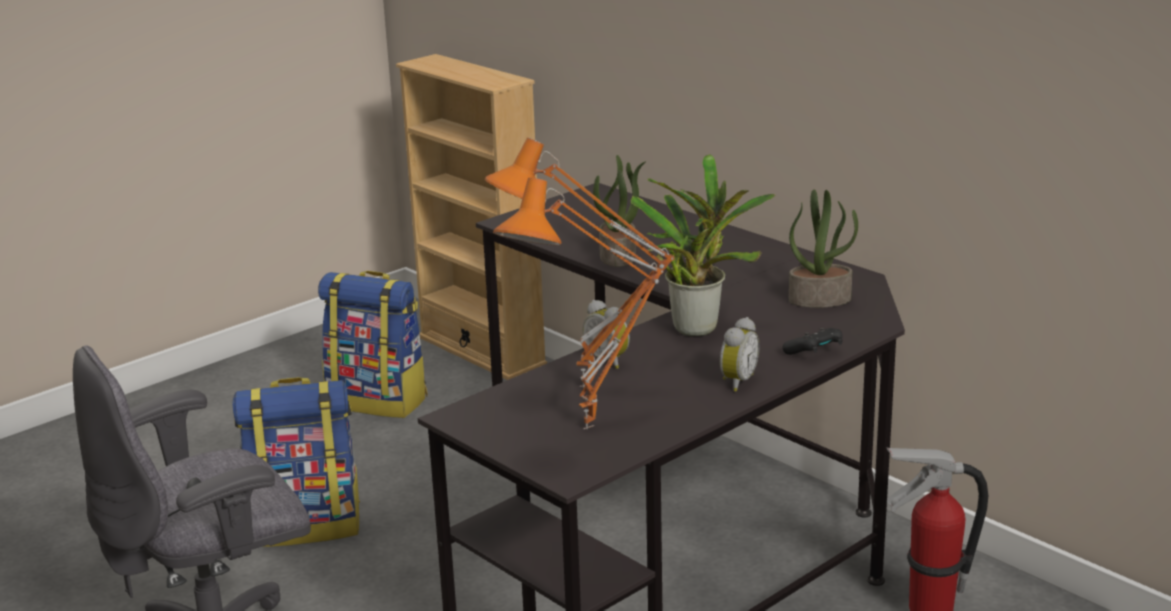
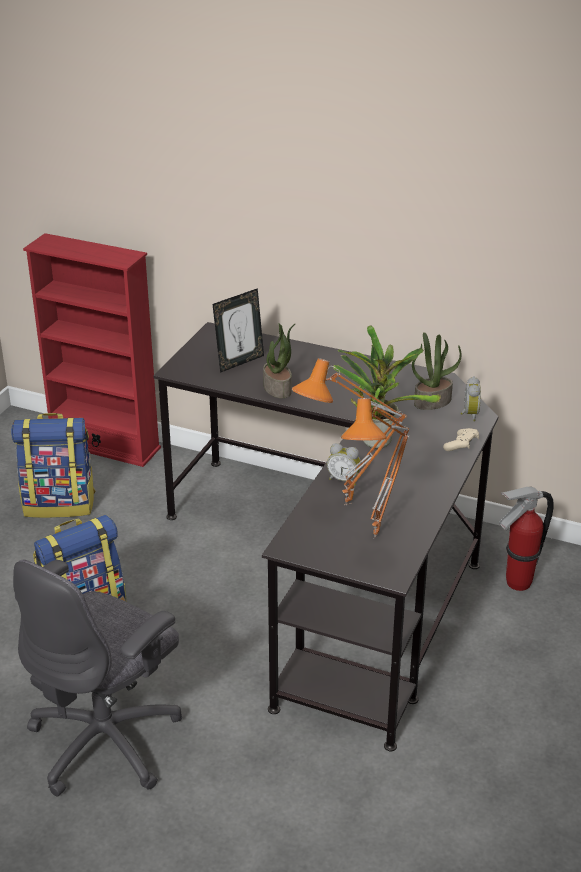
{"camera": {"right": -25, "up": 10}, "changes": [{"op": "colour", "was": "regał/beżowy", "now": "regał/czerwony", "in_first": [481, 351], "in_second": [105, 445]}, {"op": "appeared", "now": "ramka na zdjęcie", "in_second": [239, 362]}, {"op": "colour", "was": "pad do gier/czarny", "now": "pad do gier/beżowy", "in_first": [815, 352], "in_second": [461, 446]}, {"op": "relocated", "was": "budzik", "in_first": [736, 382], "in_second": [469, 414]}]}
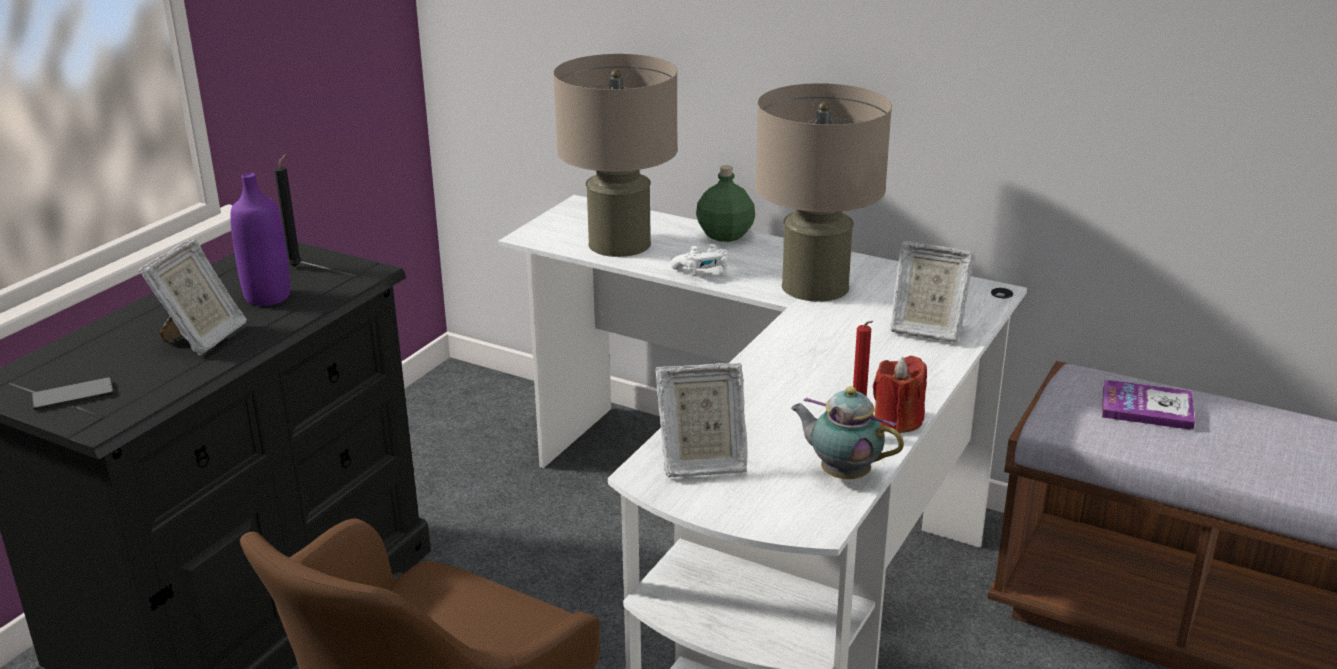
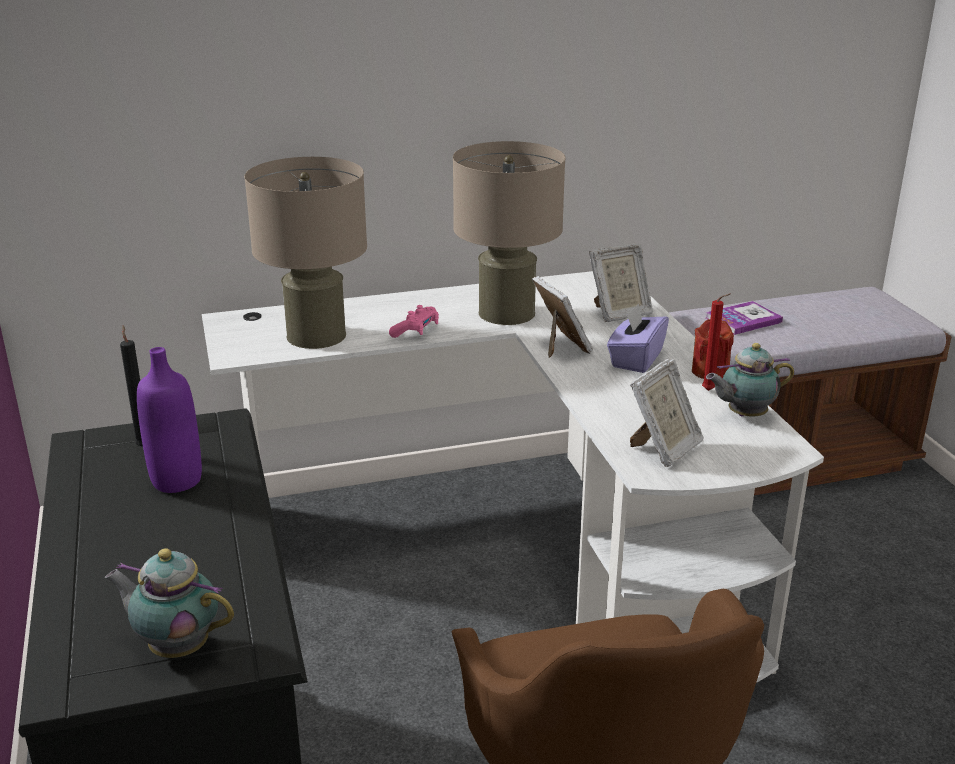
{"camera": {"right": -45, "up": 0}, "changes": [{"op": "exchanged", "was": "telefon", "now": "imbryk", "in_first": [73, 395], "in_second": [176, 647]}, {"op": "colour", "was": "pad do gier/biały", "now": "pad do gier/różowy", "in_first": [703, 271], "in_second": [416, 331]}, {"op": "relocated", "was": "ramka na zdjęcie", "in_first": [202, 338], "in_second": [562, 348]}, {"op": "appeared", "now": "pudełko chusteczek/fioletowy", "in_second": [635, 359]}, {"op": "missing", "was": "butelka/zielony", "in_first": [725, 235]}]}
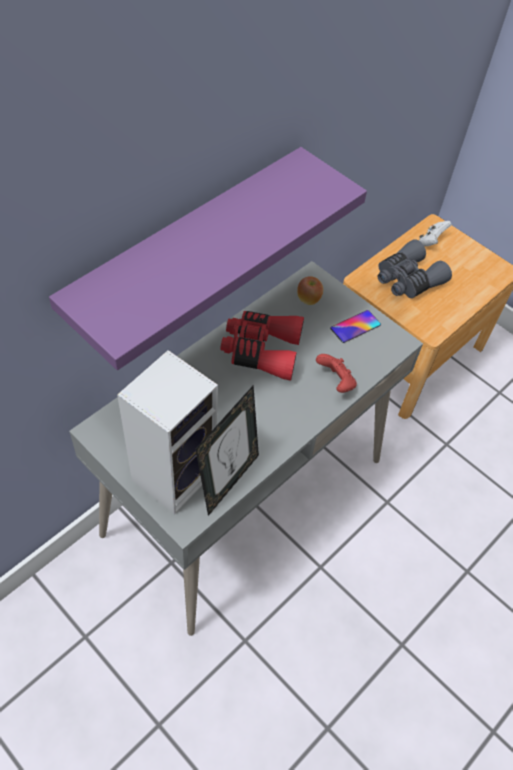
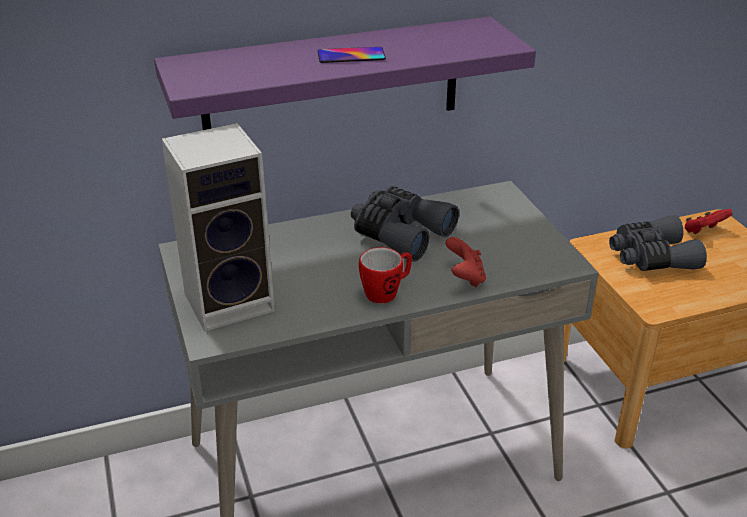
{"camera": {"right": 30, "up": -20}, "changes": [{"op": "relocated", "was": "telefon", "in_first": [355, 326], "in_second": [351, 56]}, {"op": "colour", "was": "lornetka/czerwony", "now": "lornetka/szary", "in_first": [261, 350], "in_second": [399, 233]}, {"op": "appeared", "now": "kubek", "in_second": [387, 292]}, {"op": "colour", "was": "pad do gier/biały", "now": "pad do gier/czerwony", "in_first": [431, 241], "in_second": [703, 231]}, {"op": "missing", "was": "ramka na zdjęcie", "in_first": [228, 481]}, {"op": "missing", "was": "jabłko", "in_first": [308, 299]}]}
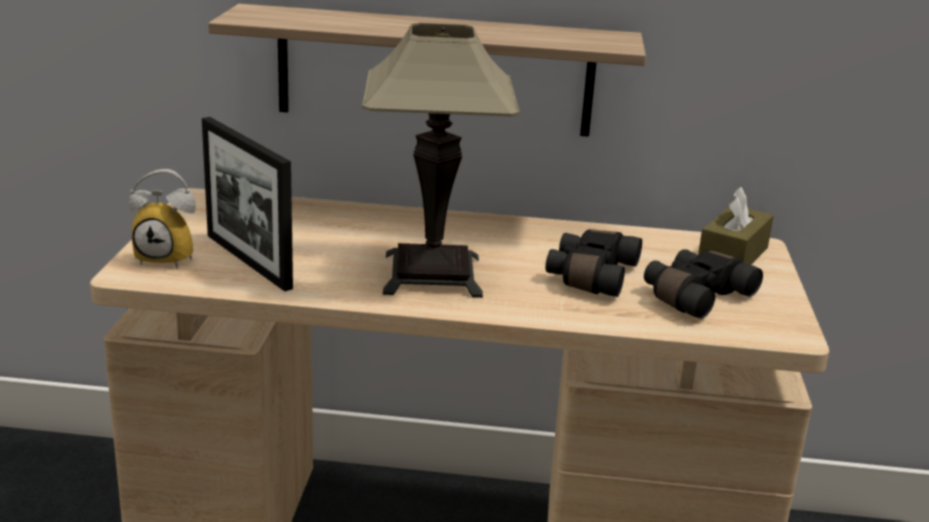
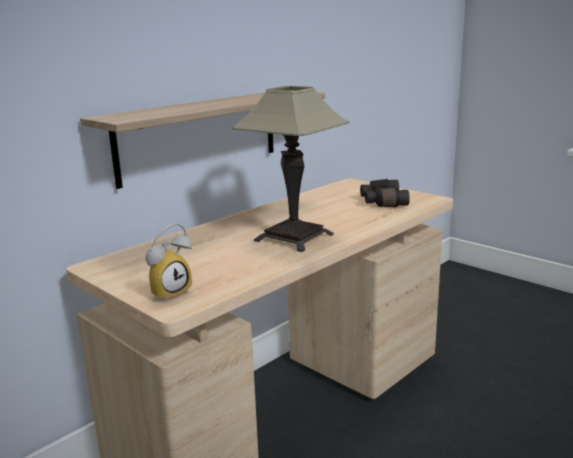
{"camera": {"right": -50, "up": -5}, "changes": [{"op": "missing", "was": "ramka na zdjęcie", "in_first": [248, 261]}, {"op": "missing", "was": "lornetka/czarny", "in_first": [589, 276]}, {"op": "missing", "was": "pudełko chusteczek/brązowy", "in_first": [732, 255]}]}
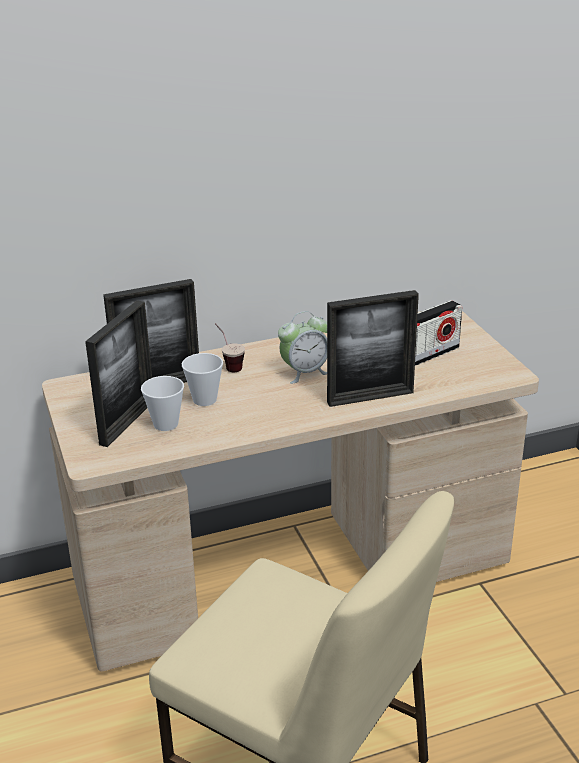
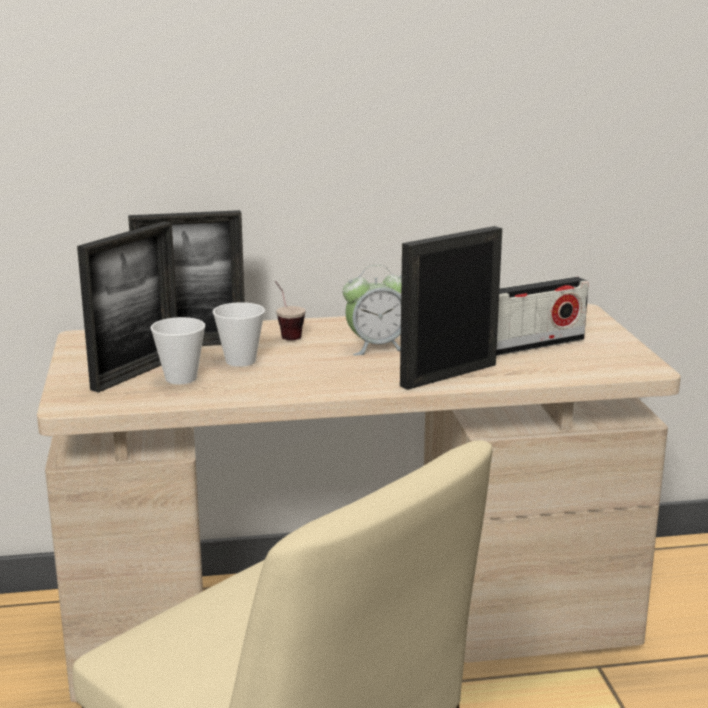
{"camera": {"right": 10, "up": -10}, "changes": [{"op": "spun", "was": "ramka na zdjęcie", "in_first": [370, 397], "in_second": [448, 375], "clockwise": 150}]}
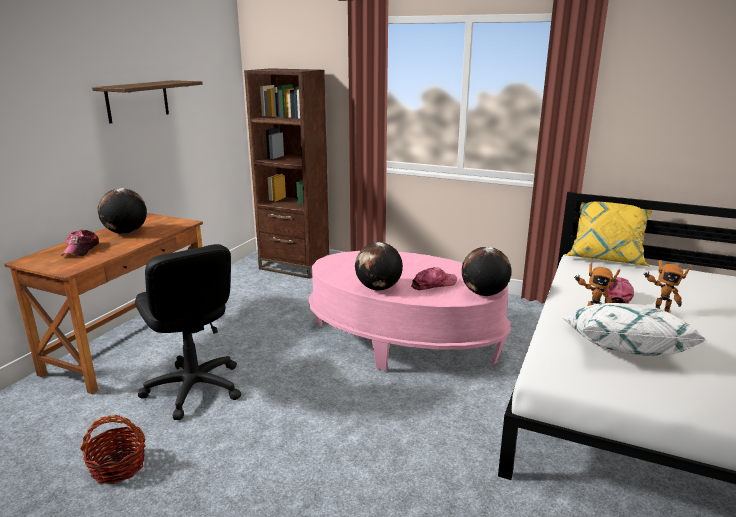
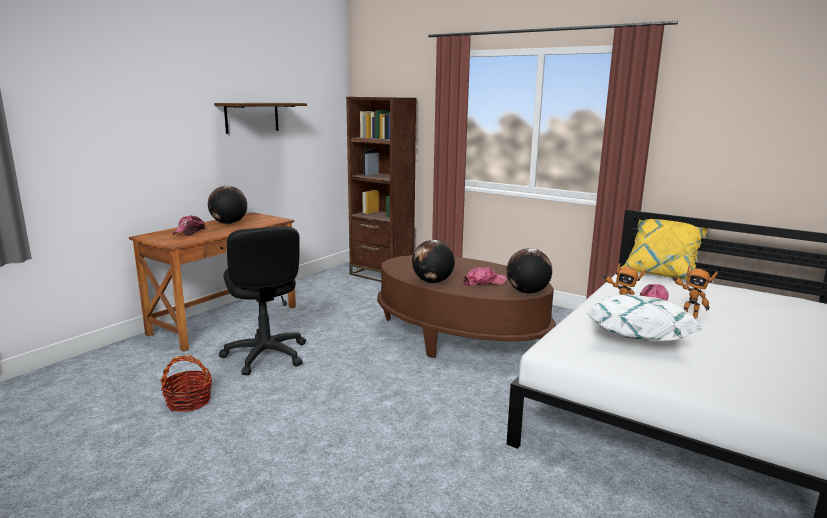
{"camera": {"right": 10, "up": -5}, "changes": [{"op": "colour", "was": "ława/różowy", "now": "ława/brązowy", "in_first": [404, 341], "in_second": [459, 338]}]}
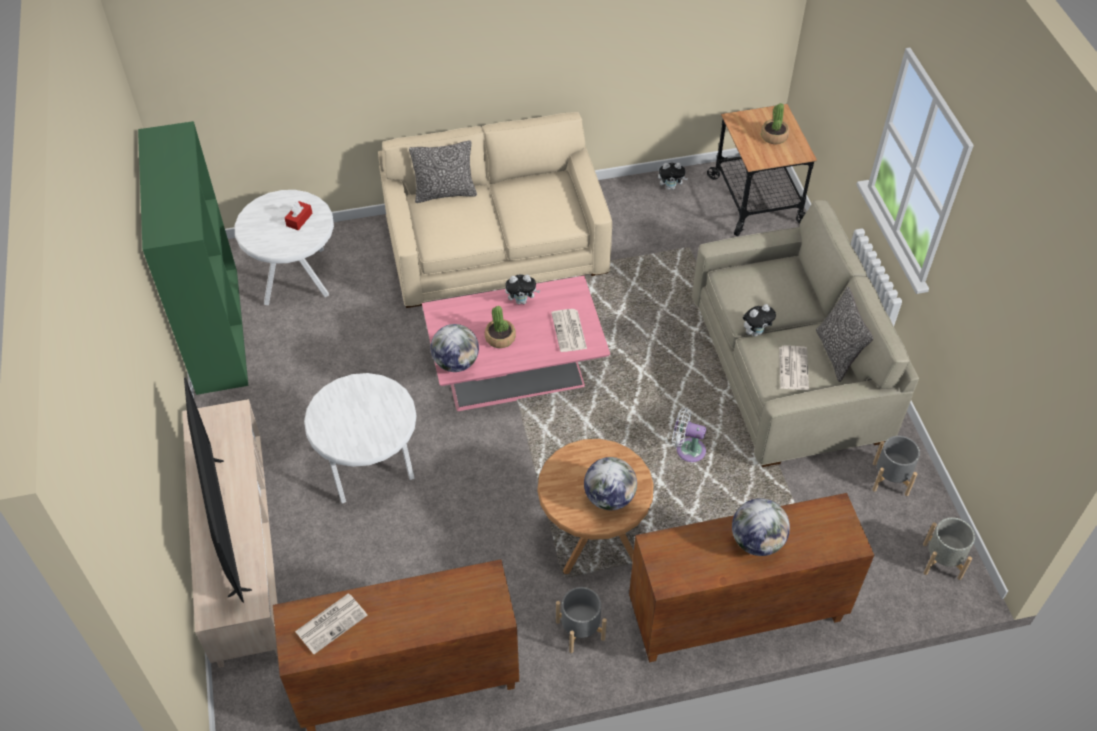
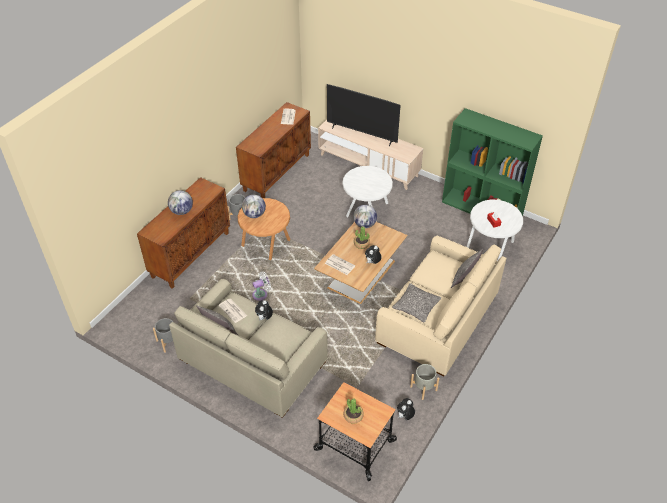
{"camera": {"right": 135, "up": -5}, "changes": [{"op": "colour", "was": "ława/różowy", "now": "ława/brązowy", "in_first": [516, 369], "in_second": [360, 275]}, {"op": "appeared", "now": "poduszka", "in_second": [416, 306]}, {"op": "relocated", "was": "donica/szary", "in_first": [941, 561], "in_second": [423, 388]}]}
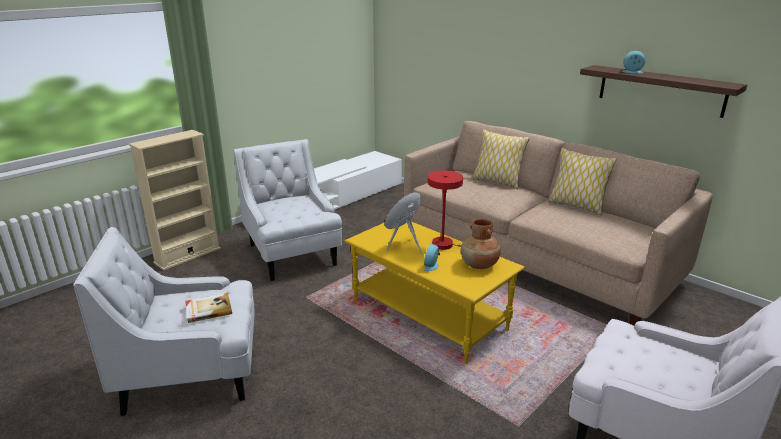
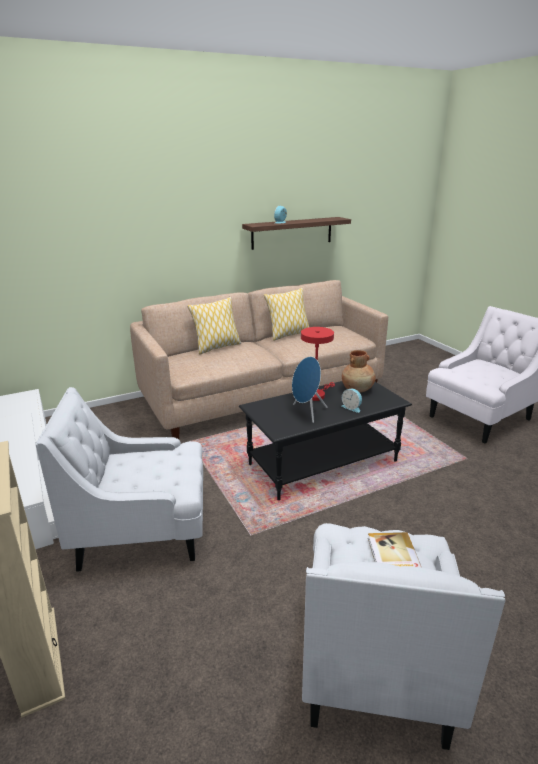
{"camera": {"right": -70, "up": 0}, "changes": [{"op": "colour", "was": "ława/żółty", "now": "ława/czarny", "in_first": [429, 315], "in_second": [322, 462]}]}
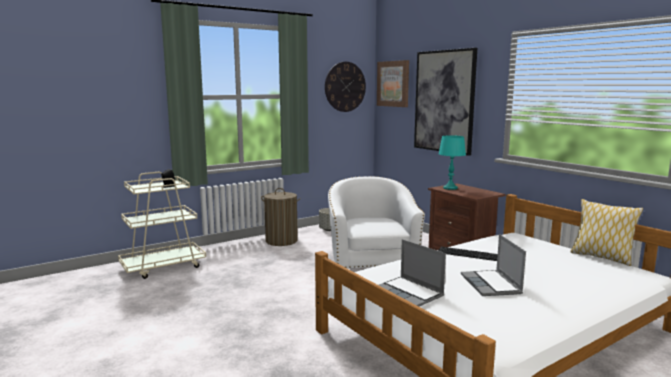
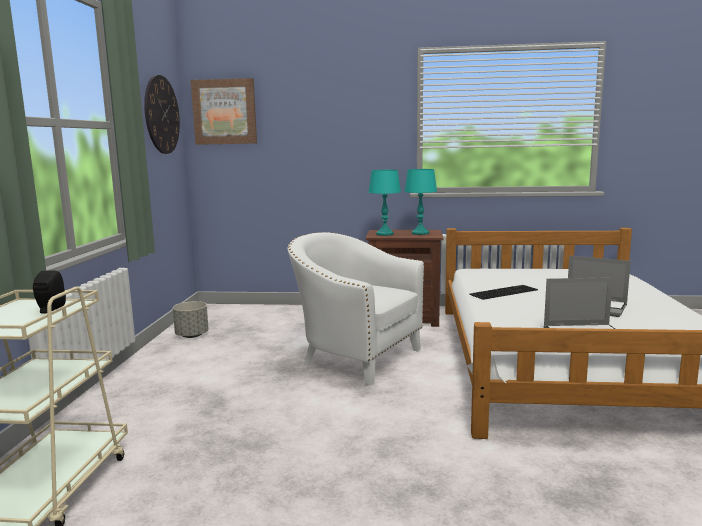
{"camera": {"right": -50, "up": 0}, "changes": [{"op": "appeared", "now": "lampa stołowa/turkusowy", "in_second": [420, 233]}, {"op": "missing", "was": "kosz na pranie", "in_first": [281, 241]}, {"op": "missing", "was": "obraz", "in_first": [444, 101]}, {"op": "missing", "was": "poduszka", "in_first": [601, 257]}]}
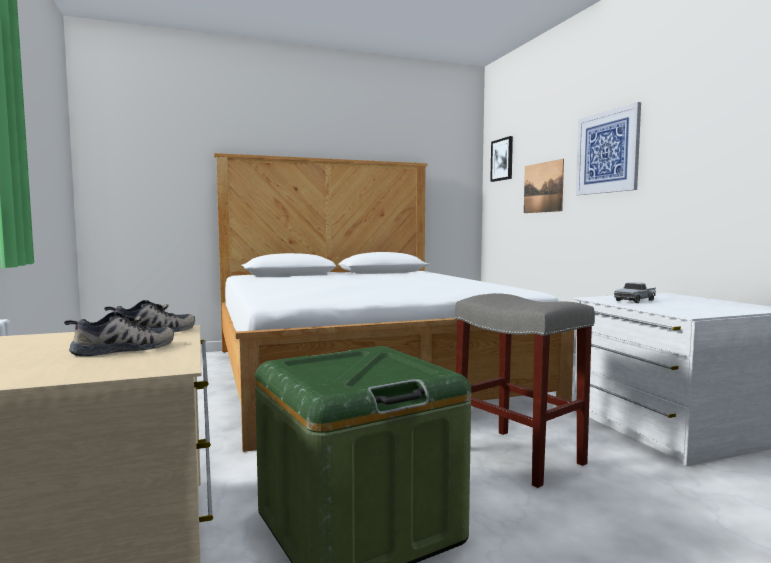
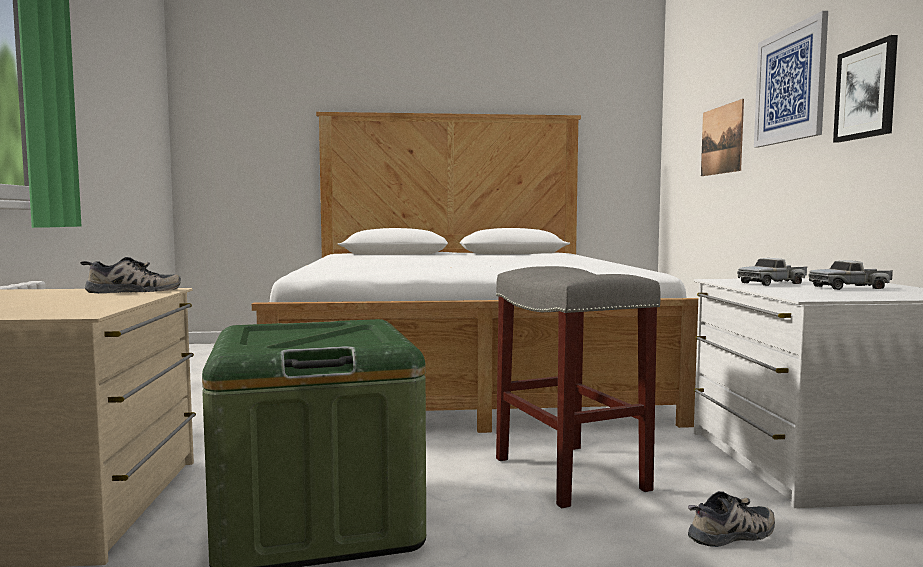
{"camera": {"right": 15, "up": 0}, "changes": [{"op": "relocated", "was": "but", "in_first": [124, 349], "in_second": [733, 534]}, {"op": "appeared", "now": "ciężarówka zabawkowa", "in_second": [850, 287]}, {"op": "relocated", "was": "obraz", "in_first": [502, 159], "in_second": [866, 92]}]}
